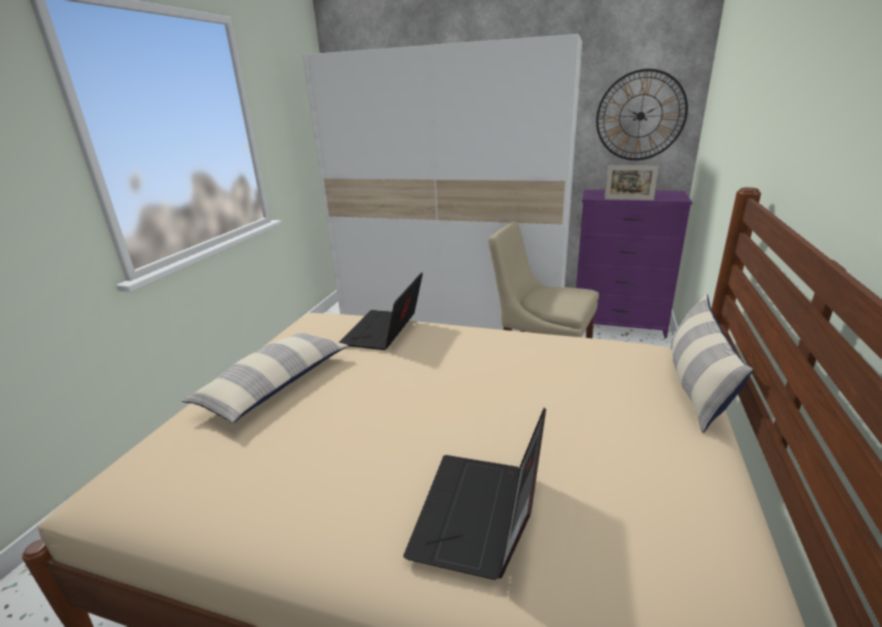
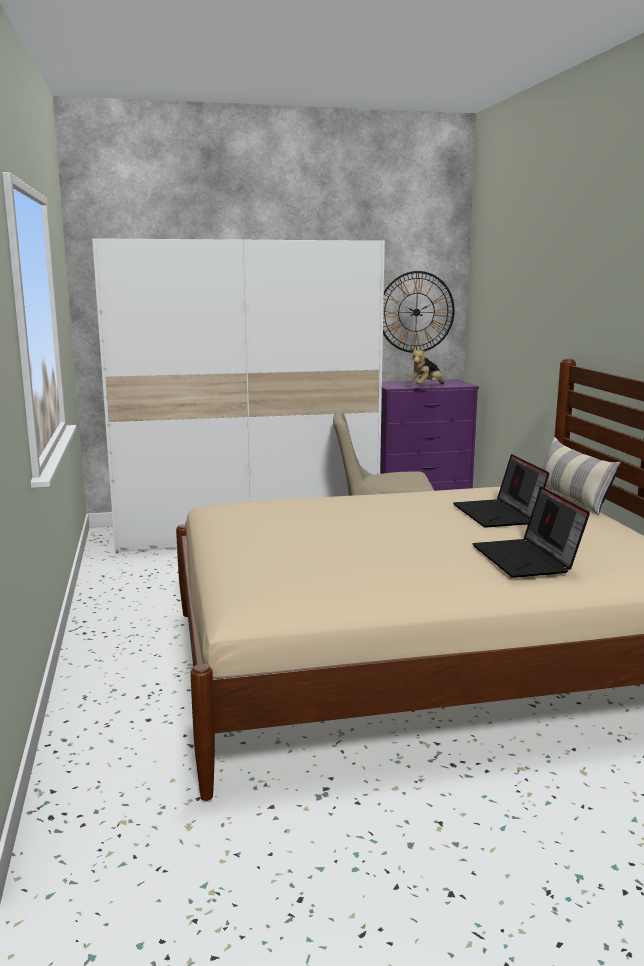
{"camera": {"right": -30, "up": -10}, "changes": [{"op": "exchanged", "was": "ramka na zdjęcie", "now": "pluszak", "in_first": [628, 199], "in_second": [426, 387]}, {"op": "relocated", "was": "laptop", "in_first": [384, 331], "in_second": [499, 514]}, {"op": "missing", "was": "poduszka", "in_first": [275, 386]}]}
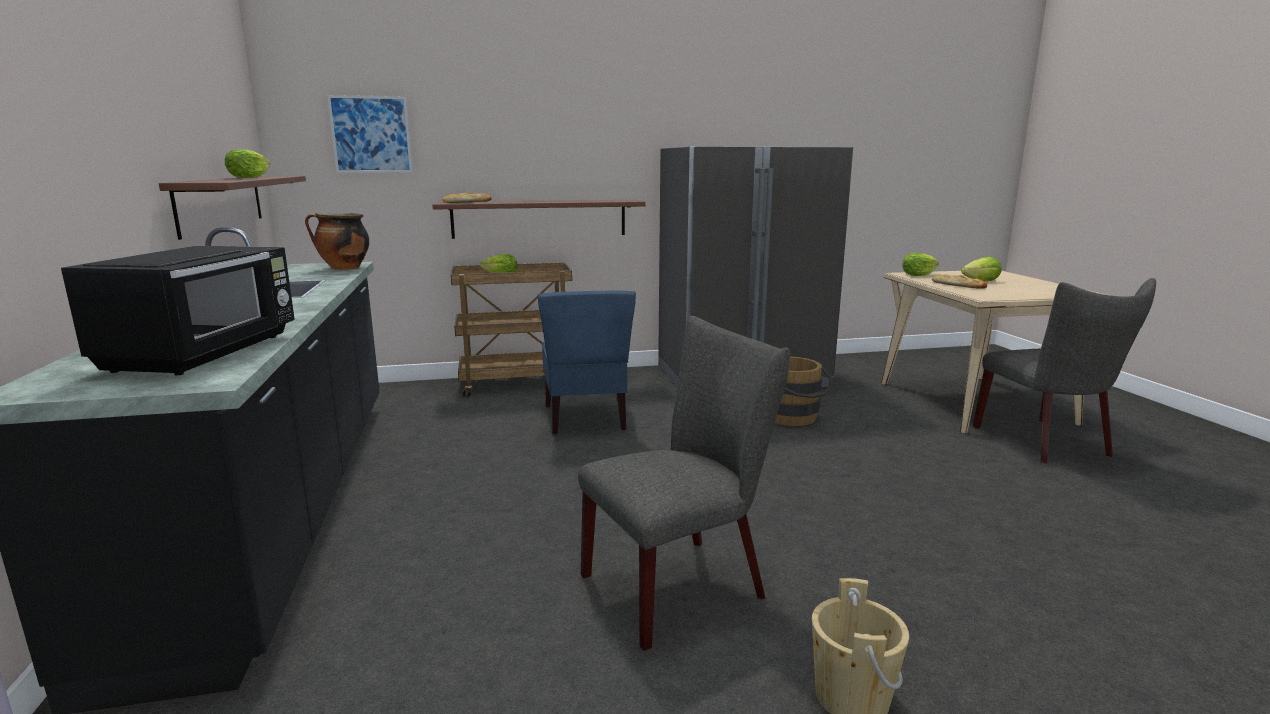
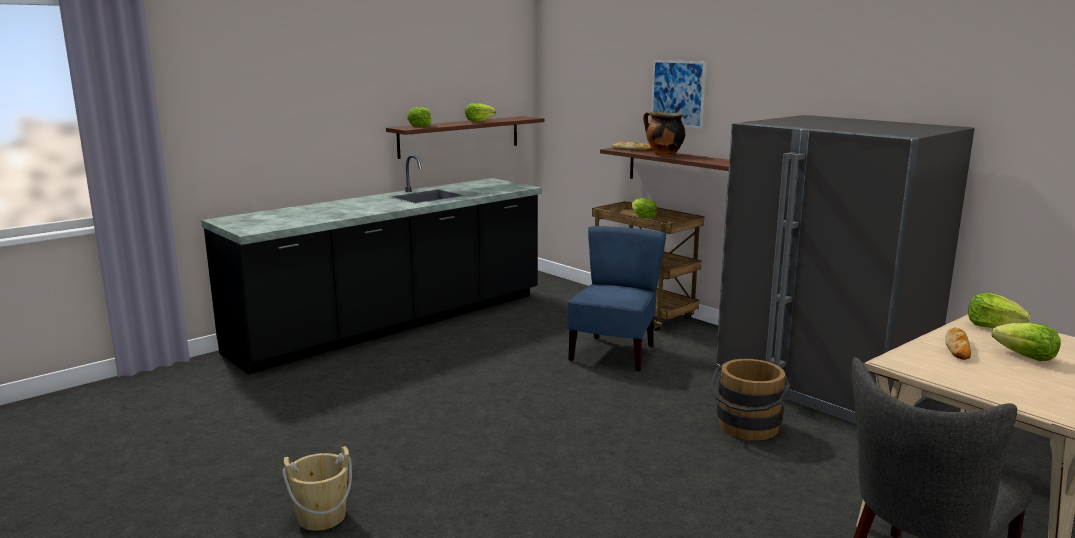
{"camera": {"right": 60, "up": 0}, "changes": [{"op": "appeared", "now": "sałata", "in_second": [420, 126]}, {"op": "spun", "was": "krzesło/niebieski", "in_first": [586, 418], "in_second": [614, 353], "clockwise": 150}, {"op": "relocated", "was": "garnek", "in_first": [343, 268], "in_second": [663, 154]}, {"op": "relocated", "was": "obraz", "in_first": [371, 134], "in_second": [677, 93]}, {"op": "missing", "was": "mikrofalówka/czarny", "in_first": [205, 352]}, {"op": "missing", "was": "krzesło/szary", "in_first": [683, 583]}]}
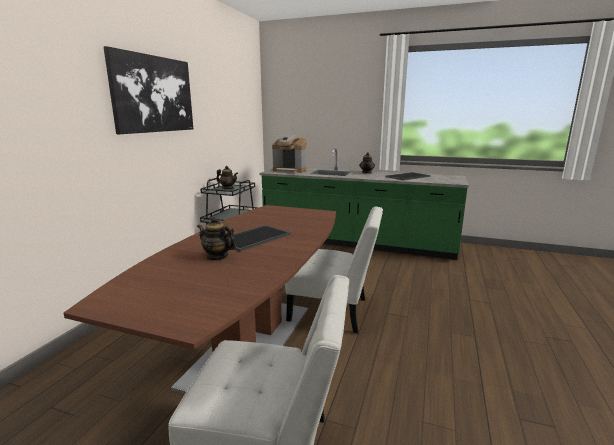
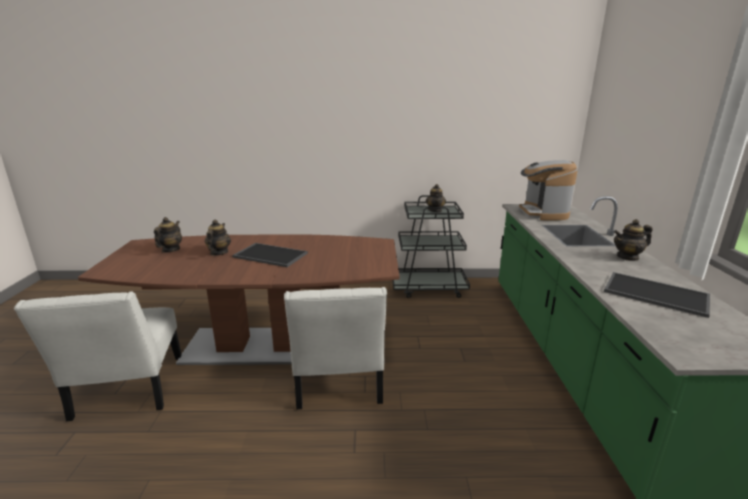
{"camera": {"right": 70, "up": 5}, "changes": [{"op": "appeared", "now": "imbryk", "in_second": [170, 250]}, {"op": "missing", "was": "obraz", "in_first": [153, 94]}]}
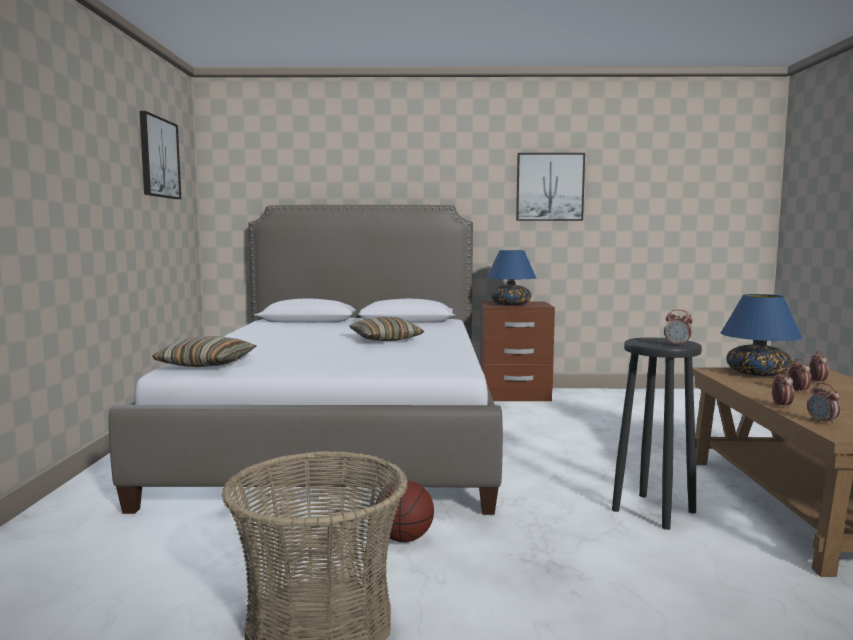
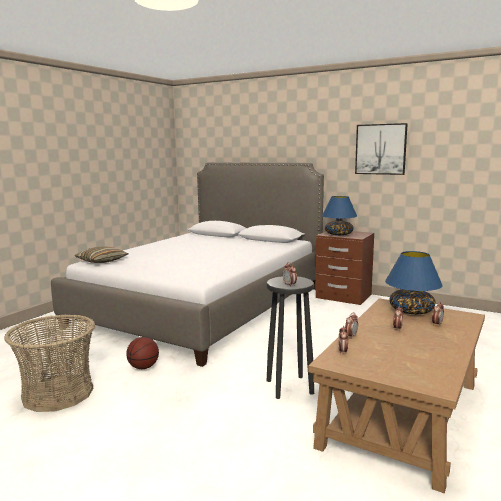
{"camera": {"right": 30, "up": 5}, "changes": [{"op": "missing", "was": "obraz", "in_first": [158, 158]}, {"op": "missing", "was": "poduszka", "in_first": [385, 339]}]}
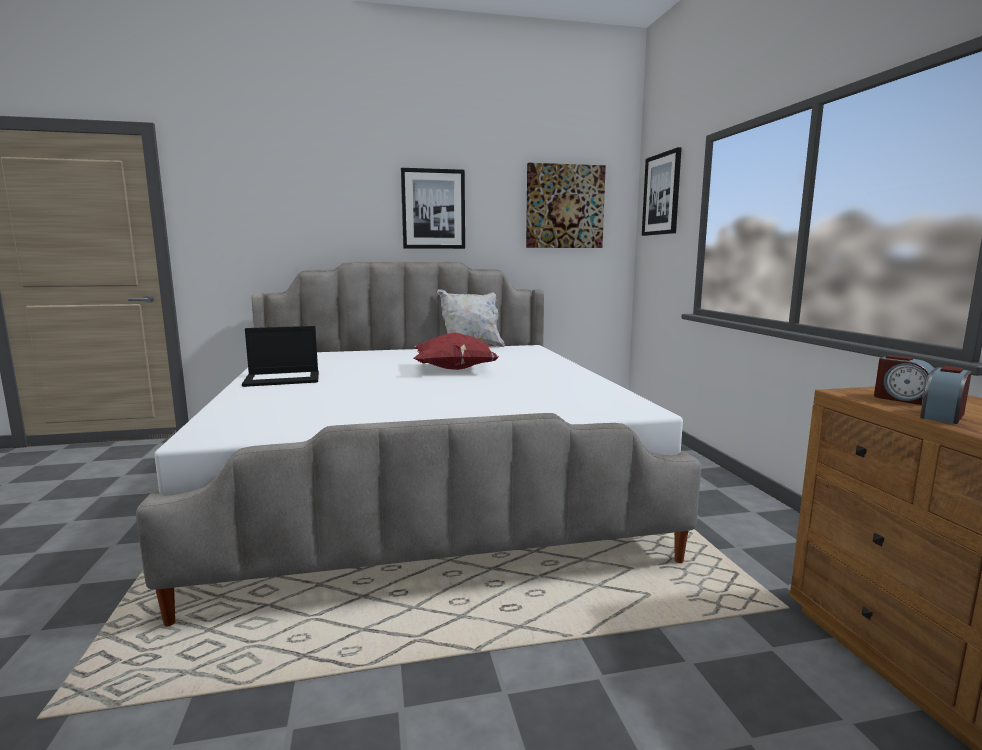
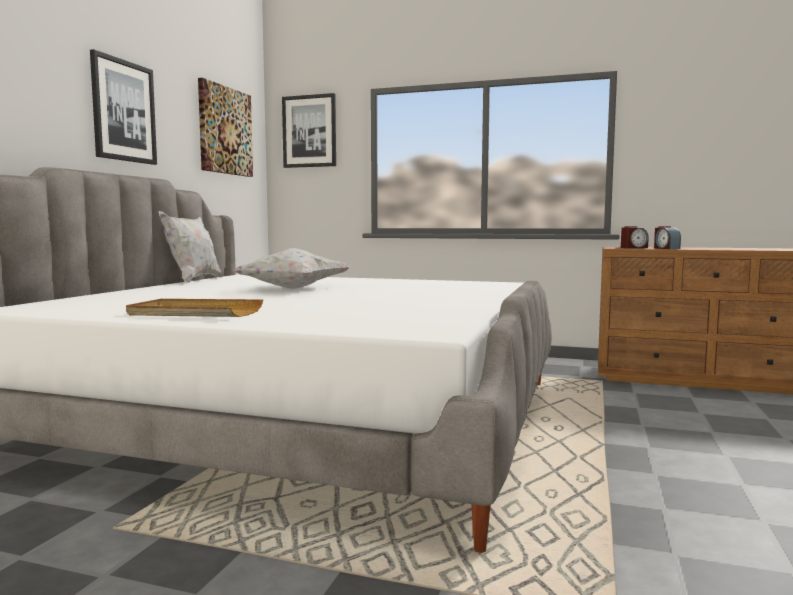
{"camera": {"right": -60, "up": -5}, "changes": [{"op": "exchanged", "was": "laptop", "now": "taca/beżowy", "in_first": [283, 379], "in_second": [195, 313]}, {"op": "colour", "was": "poduszka/czerwony", "now": "poduszka/biały", "in_first": [454, 369], "in_second": [293, 288]}]}
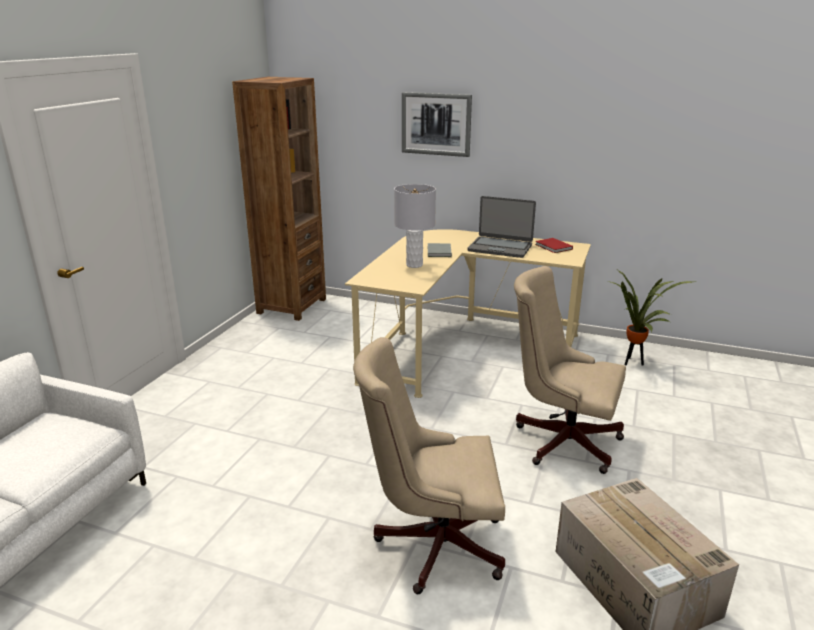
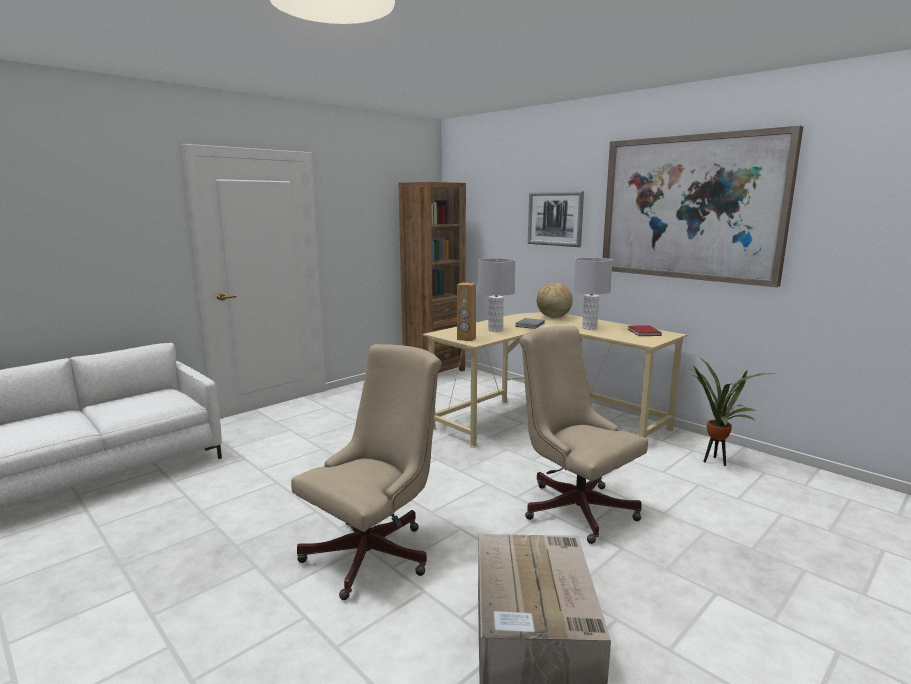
{"camera": {"right": 25, "up": -10}, "changes": [{"op": "spun", "was": "krzesło biurowe/beżowy", "in_first": [432, 543], "in_second": [375, 552], "clockwise": 105}, {"op": "appeared", "now": "głośnik/brązowy", "in_second": [466, 339]}, {"op": "appeared", "now": "globus", "in_second": [553, 317]}, {"op": "exchanged", "was": "laptop", "now": "lampa stołowa/szary", "in_first": [500, 248], "in_second": [589, 328]}, {"op": "appeared", "now": "obraz", "in_second": [690, 208]}]}
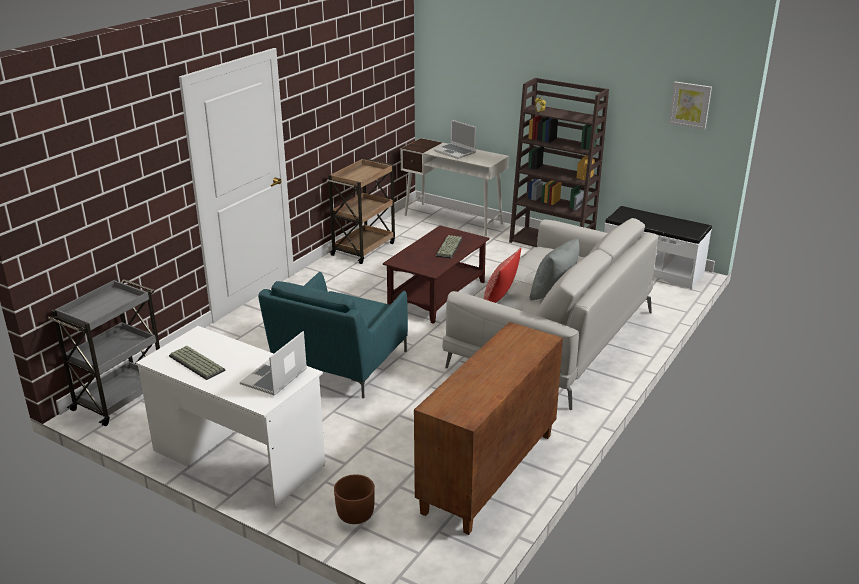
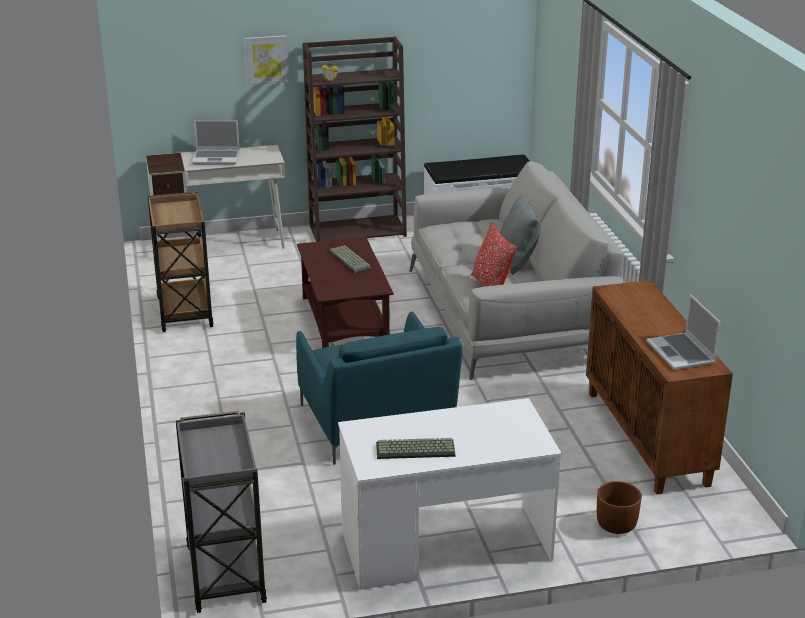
{"camera": {"right": -45, "up": 0}, "changes": [{"op": "relocated", "was": "obraz", "in_first": [690, 105], "in_second": [266, 59]}, {"op": "relocated", "was": "laptop", "in_first": [274, 378], "in_second": [682, 353]}]}
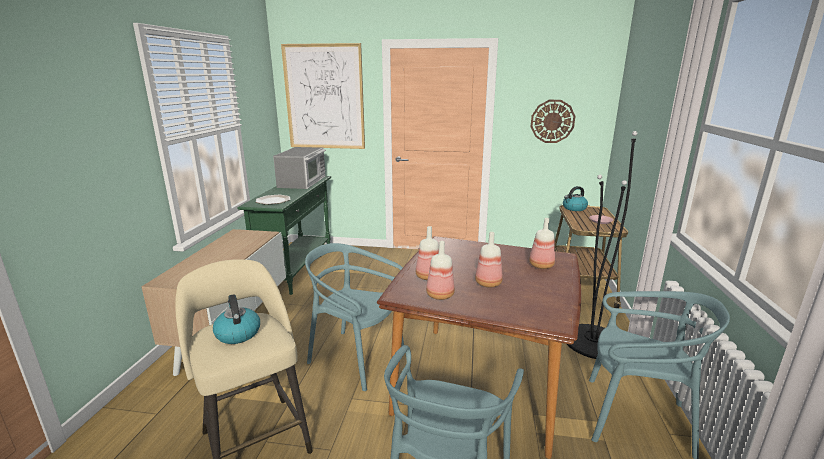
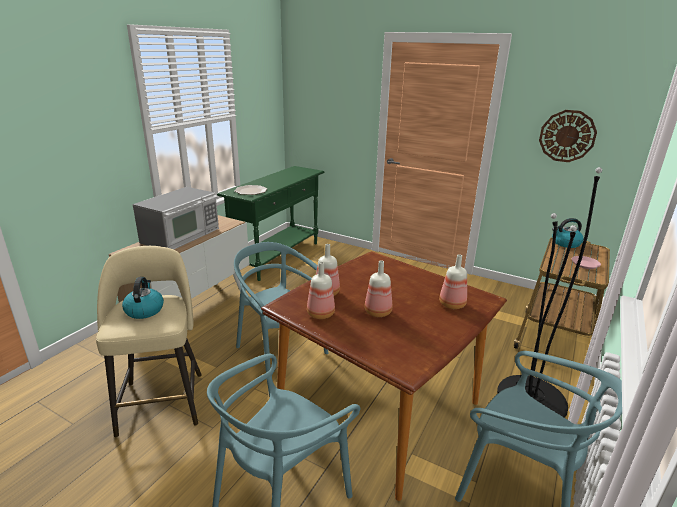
{"camera": {"right": 20, "up": 5}, "changes": [{"op": "relocated", "was": "mikrofalówka", "in_first": [303, 181], "in_second": [182, 235]}, {"op": "missing", "was": "obraz", "in_first": [324, 97]}]}
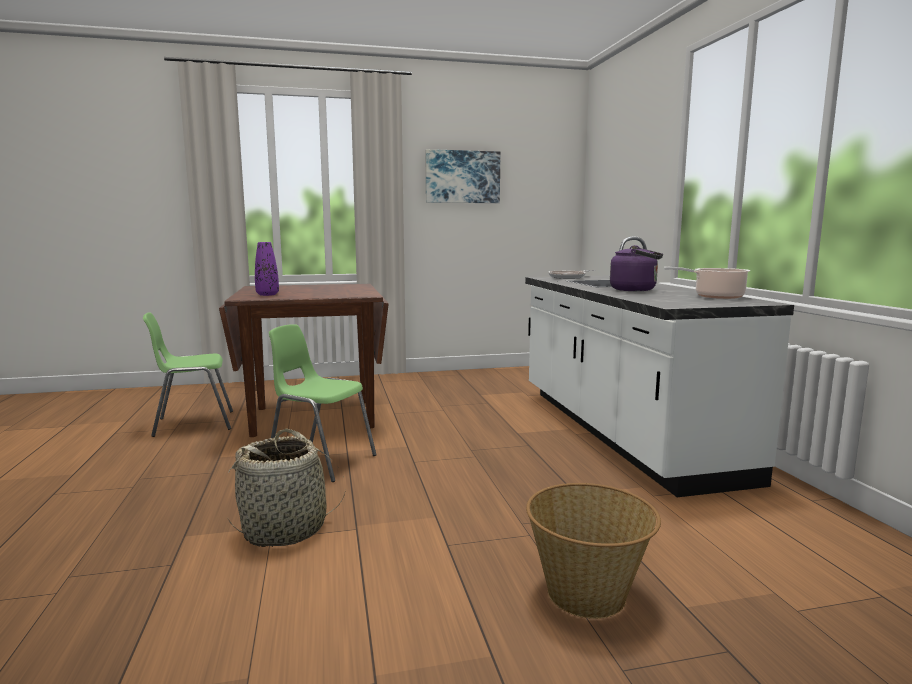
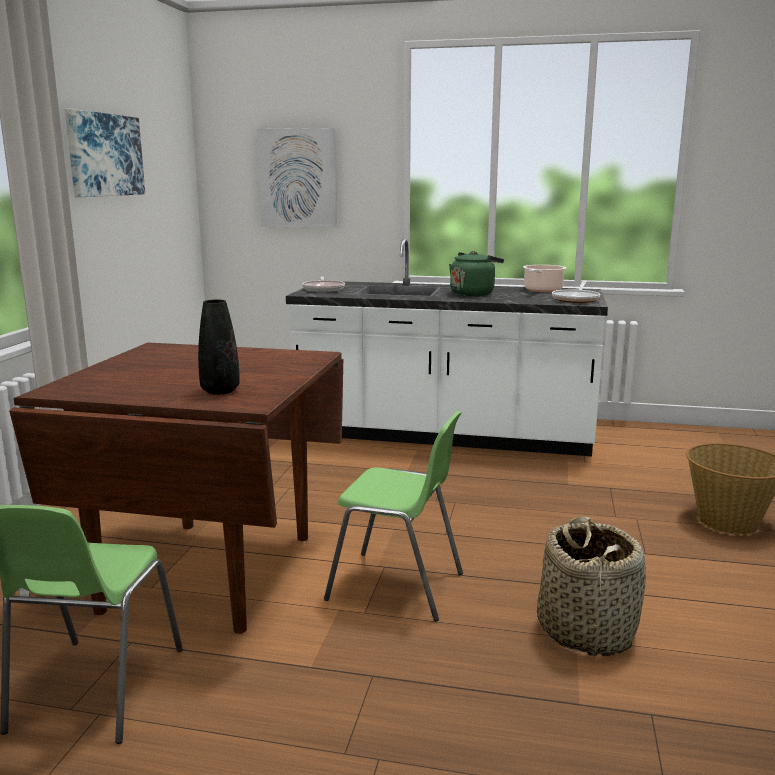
{"camera": {"right": -65, "up": 5}, "changes": [{"op": "colour", "was": "wazon/fioletowy", "now": "wazon/czarny", "in_first": [267, 294], "in_second": [220, 391]}, {"op": "appeared", "now": "obraz", "in_second": [297, 178]}, {"op": "spun", "was": "krzesło/zielony", "in_first": [321, 461], "in_second": [397, 586], "clockwise": -120}, {"op": "colour", "was": "czajnik/fioletowy", "now": "czajnik/zielony", "in_first": [636, 290], "in_second": [473, 294]}, {"op": "appeared", "now": "patelnia", "in_second": [576, 299]}]}
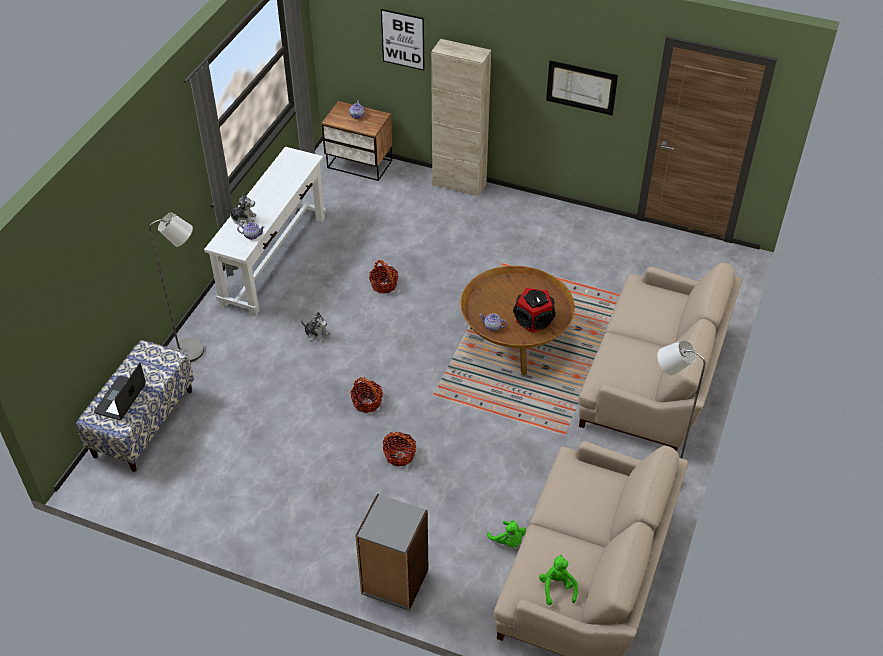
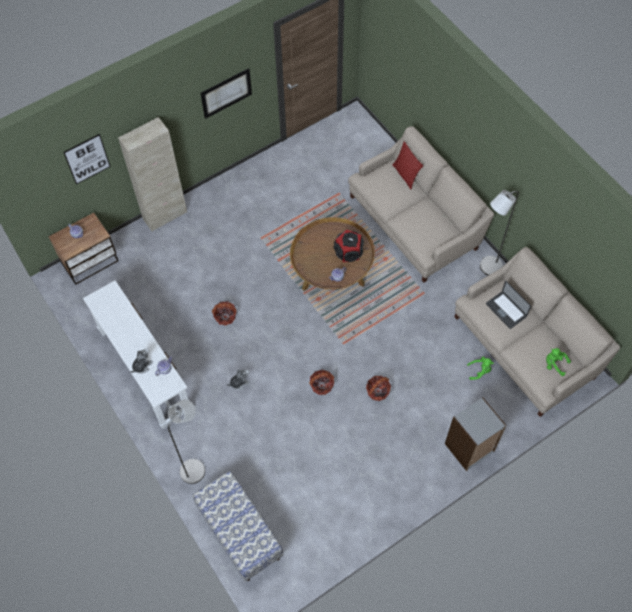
{"camera": {"right": -55, "up": 15}, "changes": [{"op": "appeared", "now": "poduszka/czerwony", "in_second": [405, 175]}, {"op": "relocated", "was": "laptop", "in_first": [120, 399], "in_second": [506, 310]}]}
